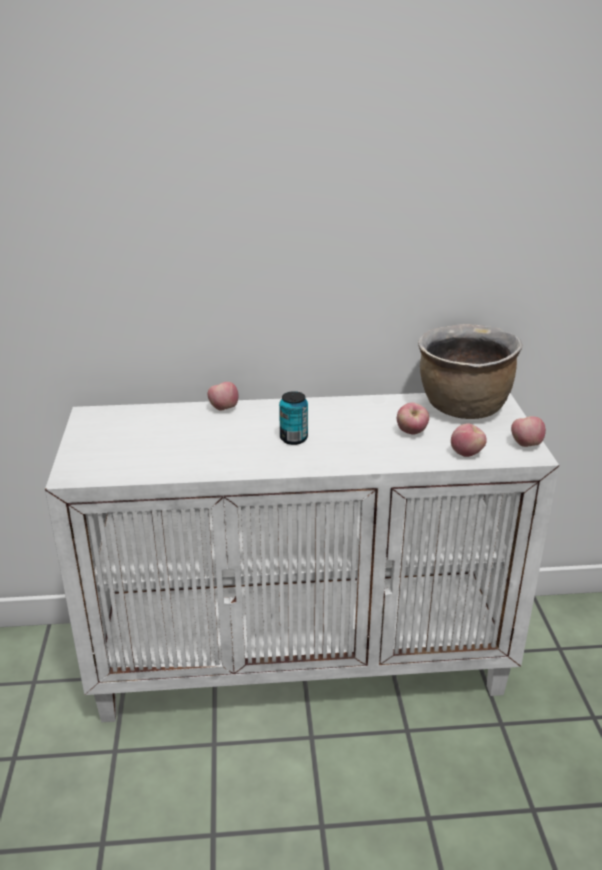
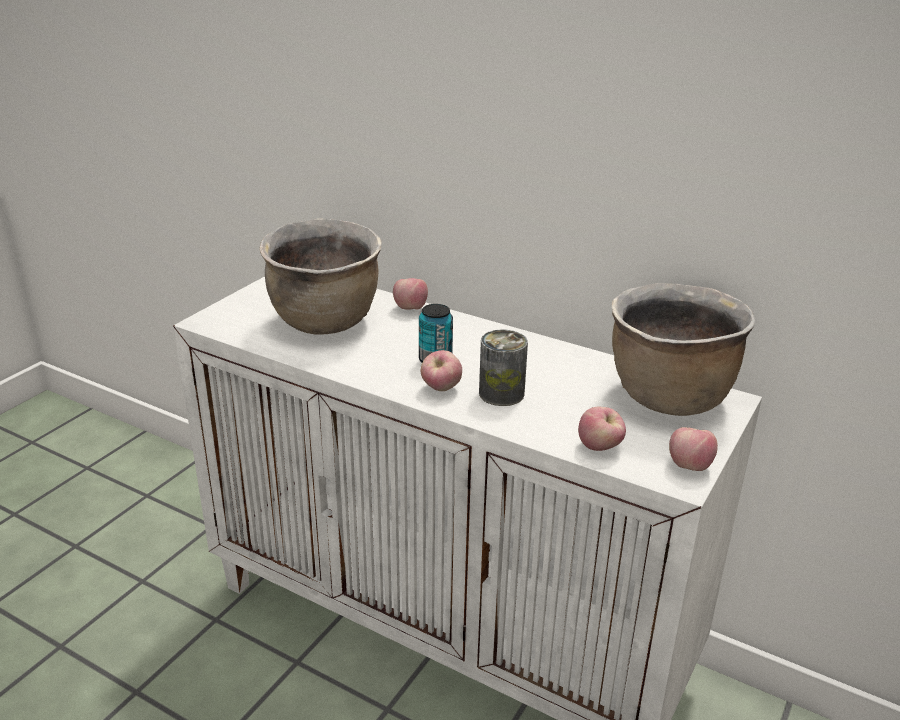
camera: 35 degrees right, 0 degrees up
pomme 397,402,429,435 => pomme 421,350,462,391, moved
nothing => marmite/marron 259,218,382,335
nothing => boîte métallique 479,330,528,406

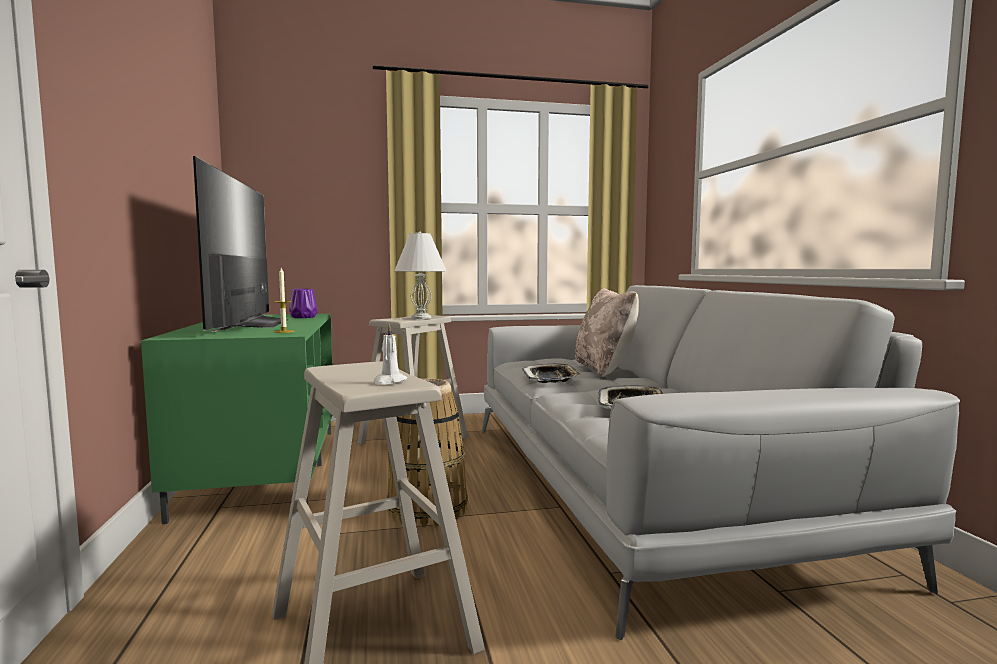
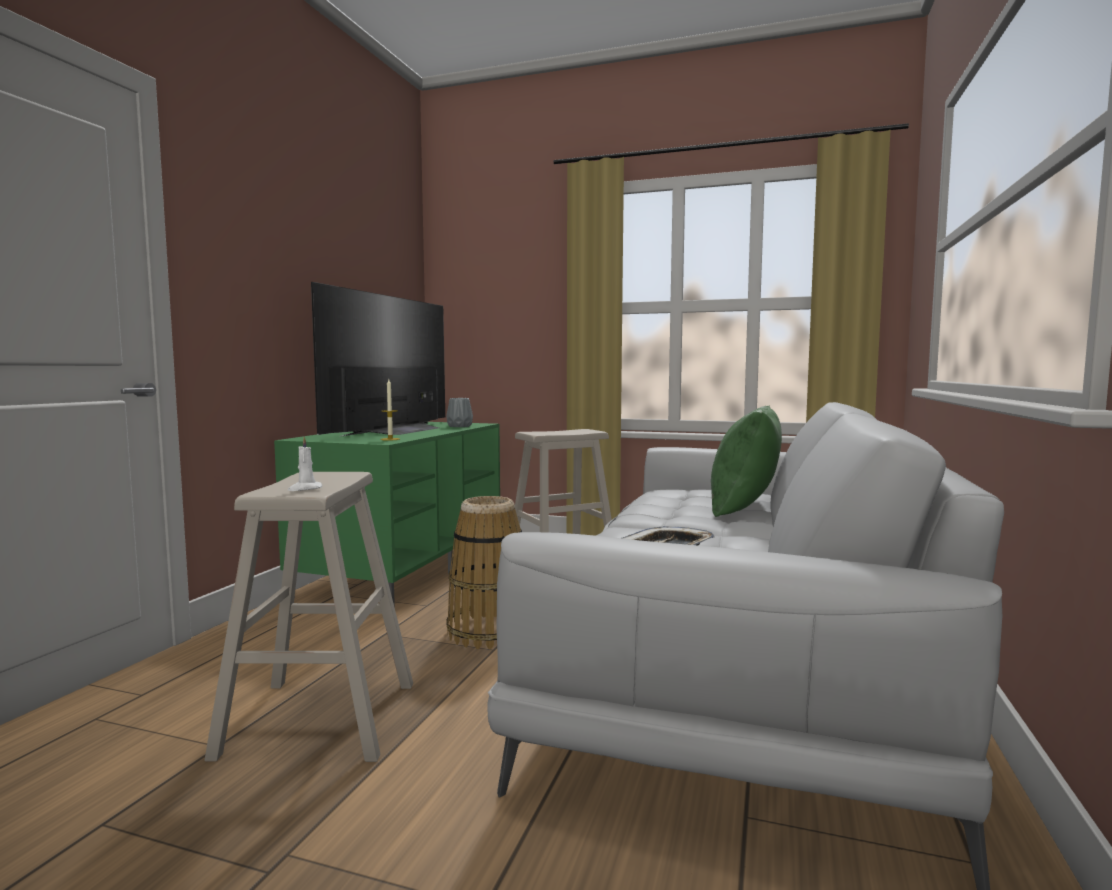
camera: 30 degrees right, 0 degrees up
lampe de table/blanc 394,232,447,319 => nothing
coussin/beige 575,288,639,377 => coussin/vert 711,406,782,517
vase/violet 289,289,317,318 => vase/gris 446,398,473,427
plateau 522,364,581,383 => nothing

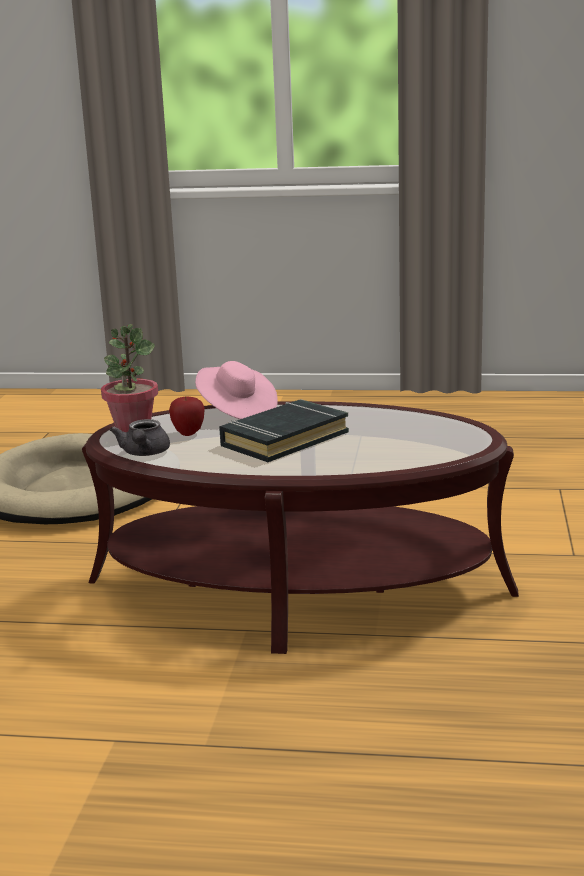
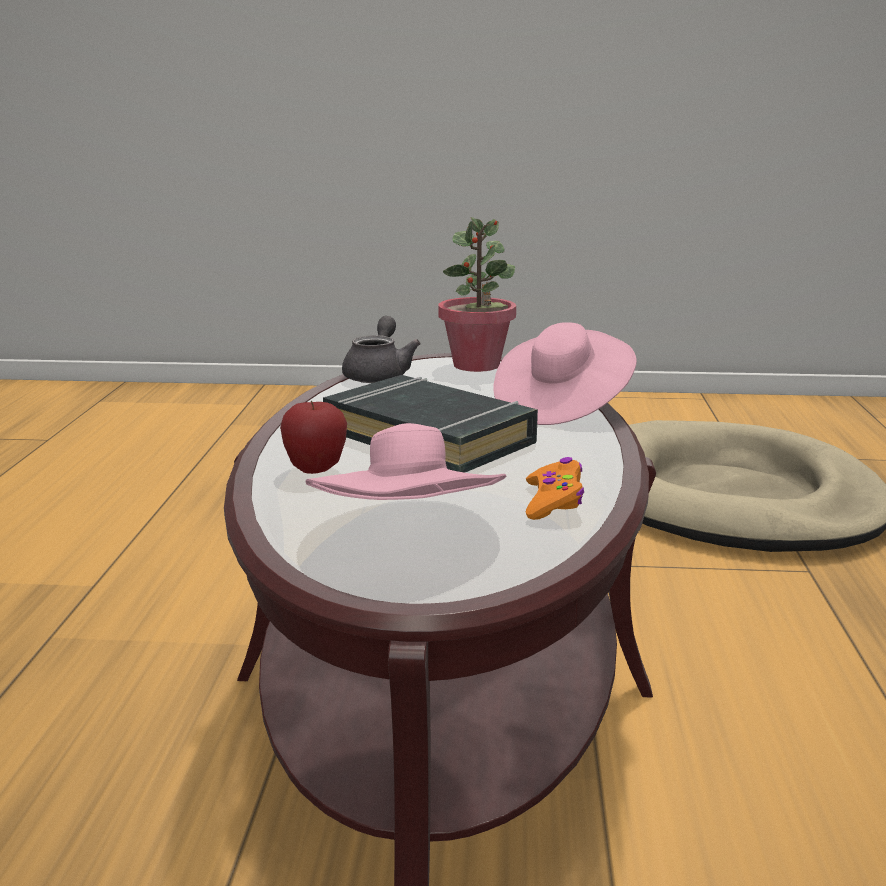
camera: 85 degrees right, 0 degrees up
pomme 169,396,205,436 => pomme 280,400,347,474, moved
théière/gris 110,419,170,456 => théière/gris 342,316,421,383, 105 degrees clockwise
nothing => chapeau/rose 306,423,506,500
nothing => manette/orange 526,457,584,520

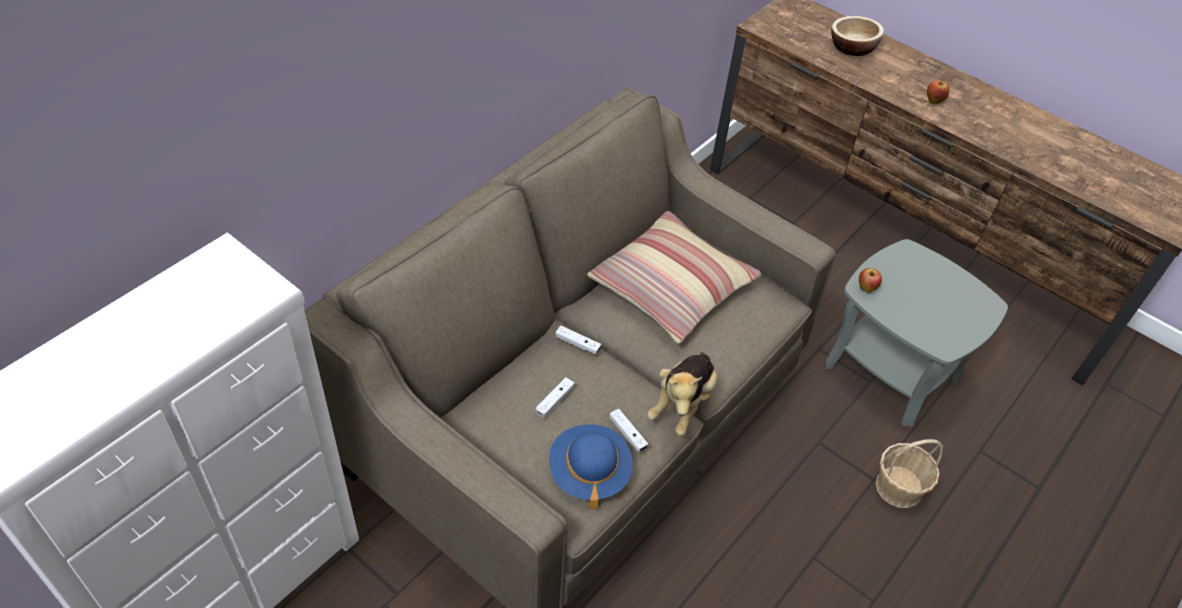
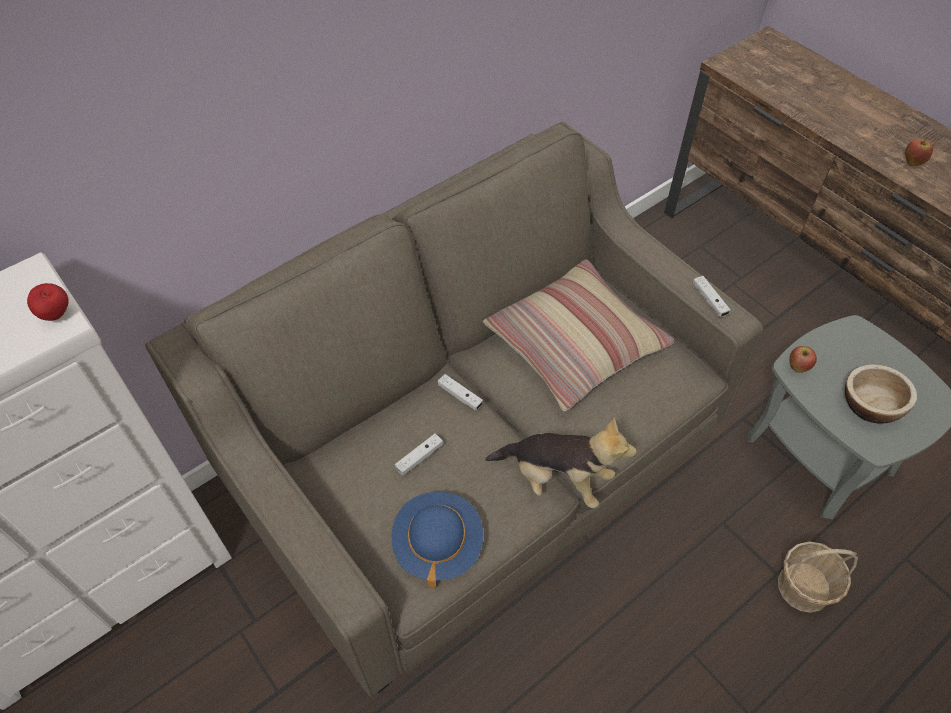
camera: 15 degrees right, 5 degrees up
bol 831,16,884,56 => bol 845,364,917,424, moved
peluche 647,352,717,436 => peluche 485,418,636,508, 105 degrees counterclockwise
manette/blanc 609,409,648,452 => manette/blanc 693,276,730,317, moved
nothing => pomme 27,283,69,321

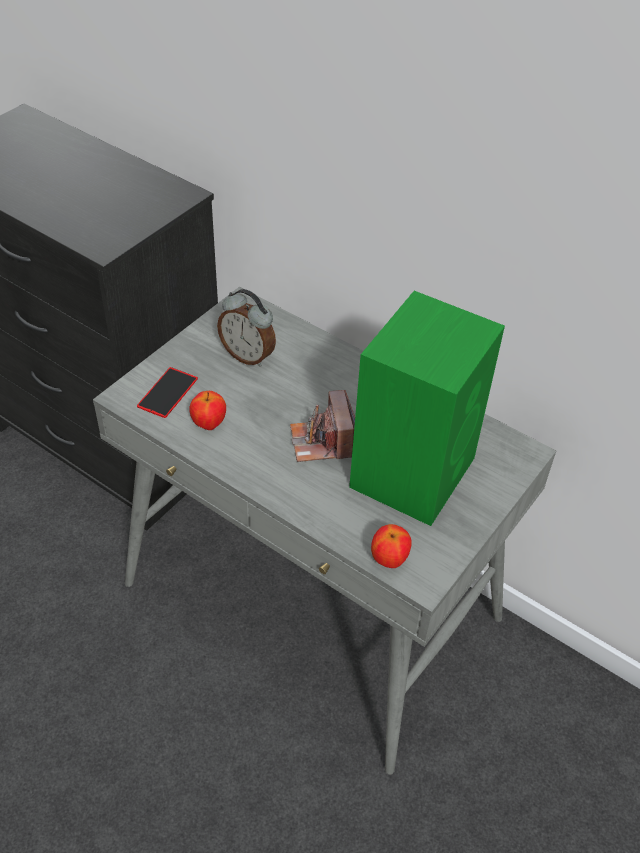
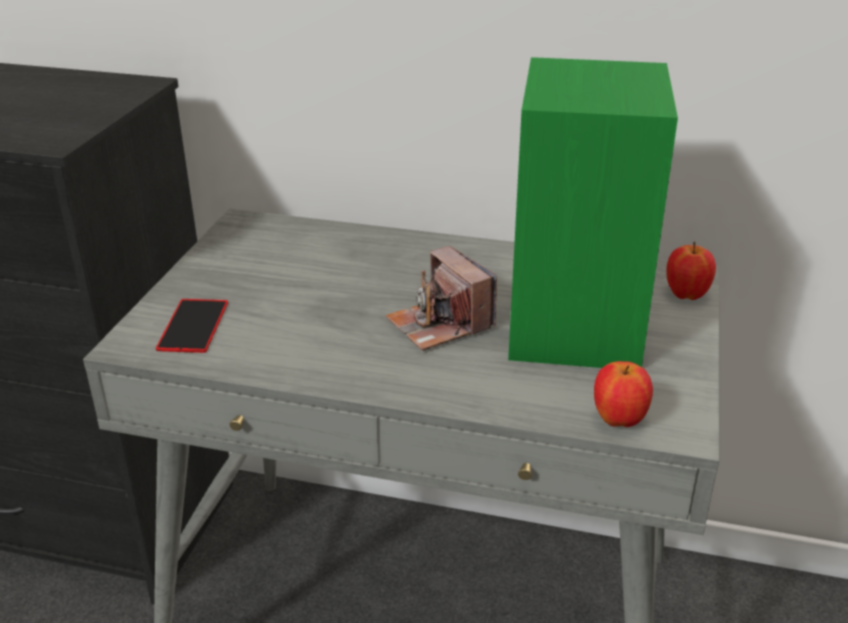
camera: 20 degrees left, 15 degrees down
réveil 217,289,276,367 => nothing
pomme 189,391,226,430 => pomme 666,242,716,300, moved

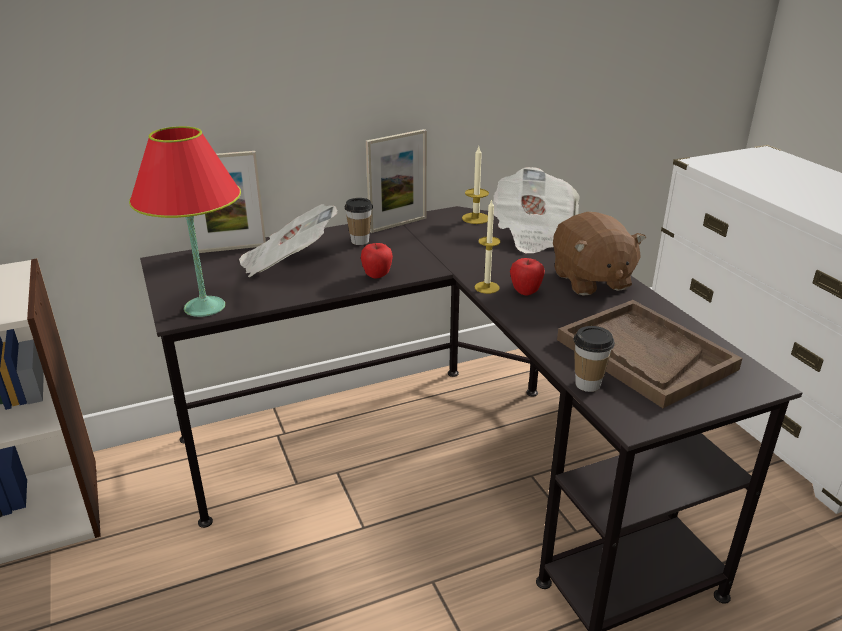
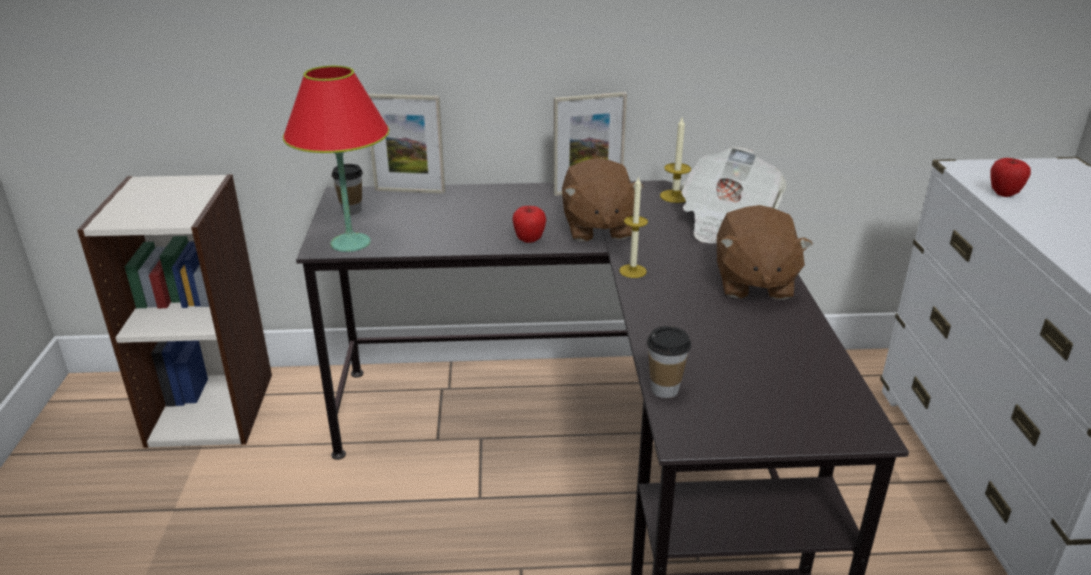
camera: 20 degrees right, 0 degrees up
tasse 344,198,373,245 => tasse 332,164,363,215, moved
journal 239,204,337,277 => nothing
pomme 510,258,545,296 => pomme 991,158,1031,197, moved
plateau/marron 557,300,742,408 => nothing
nothing => peluche/marron 562,158,644,242

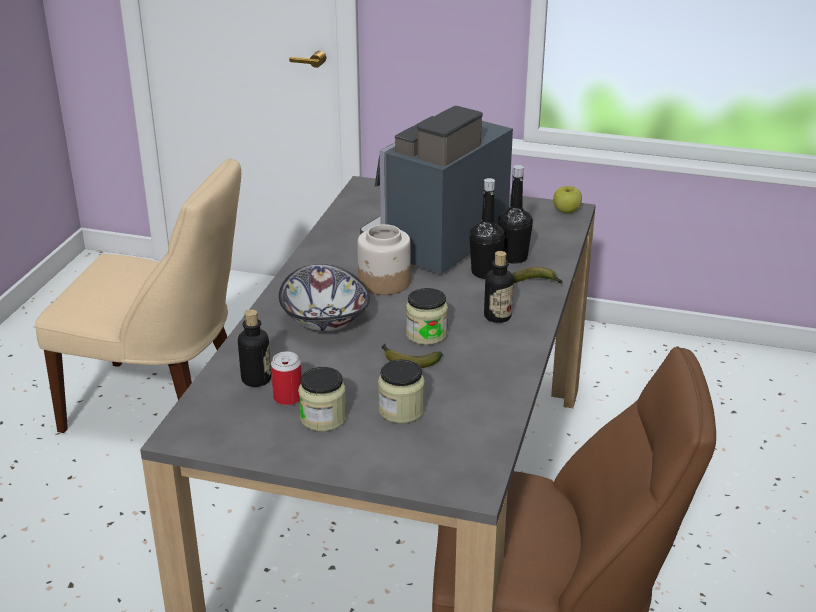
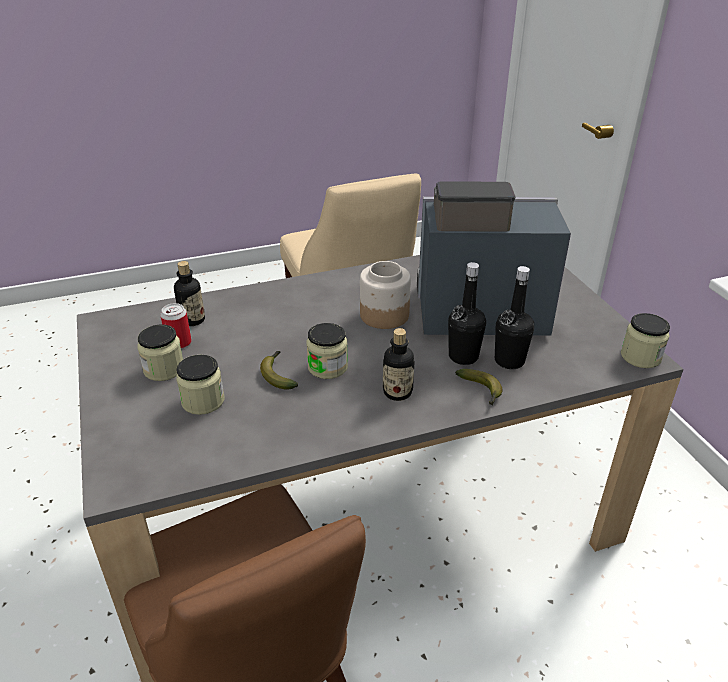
camera: 55 degrees right, 5 degrees up
pomme 553,186,582,213 => bocal 621,313,670,368
bol 279,264,370,332 => nothing

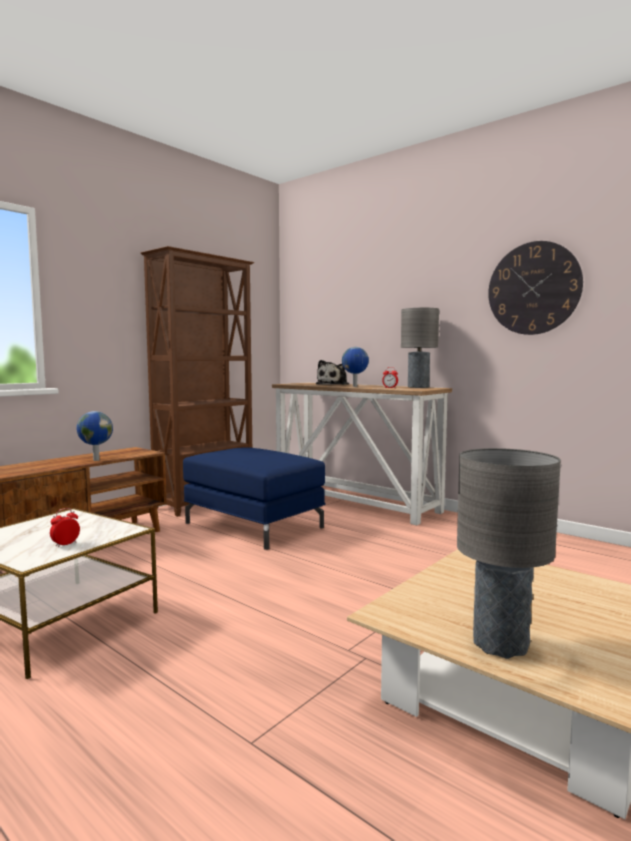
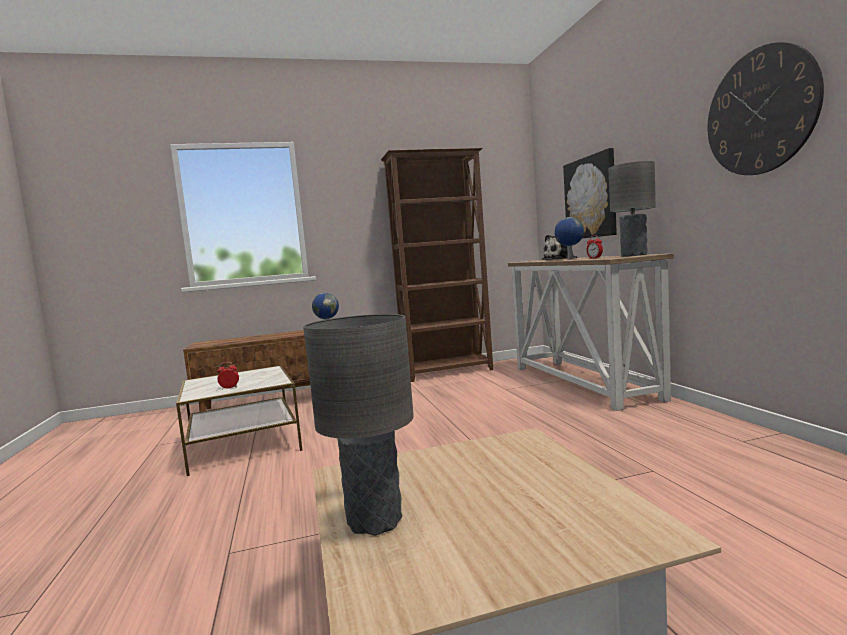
camera: 35 degrees right, 0 degrees up
pouf/bleu 183,447,326,550 => nothing
nothing => tableau 563,148,617,239

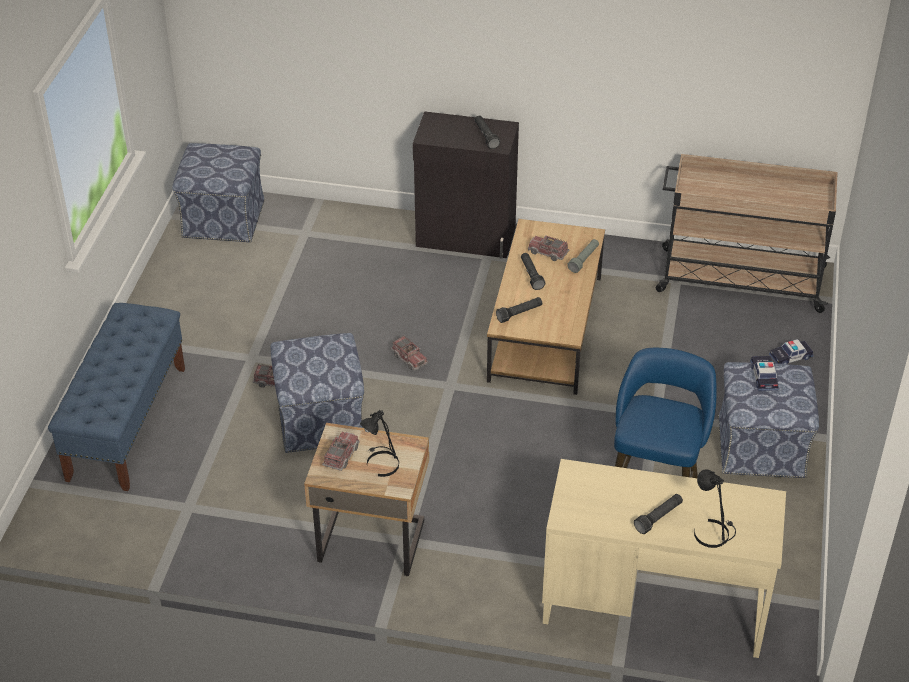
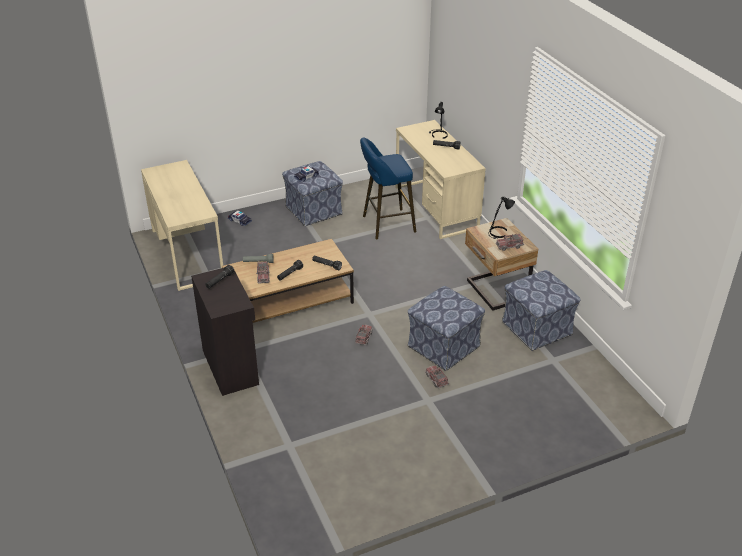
camera: 125 degrees left, 5 degrees down
pouf 172,143,265,243 => pouf 502,270,581,351, moved
chariot/beige 656,154,838,313 => bureau/beige 141,160,223,291
banc/bleu 48,303,185,491 => nothing

